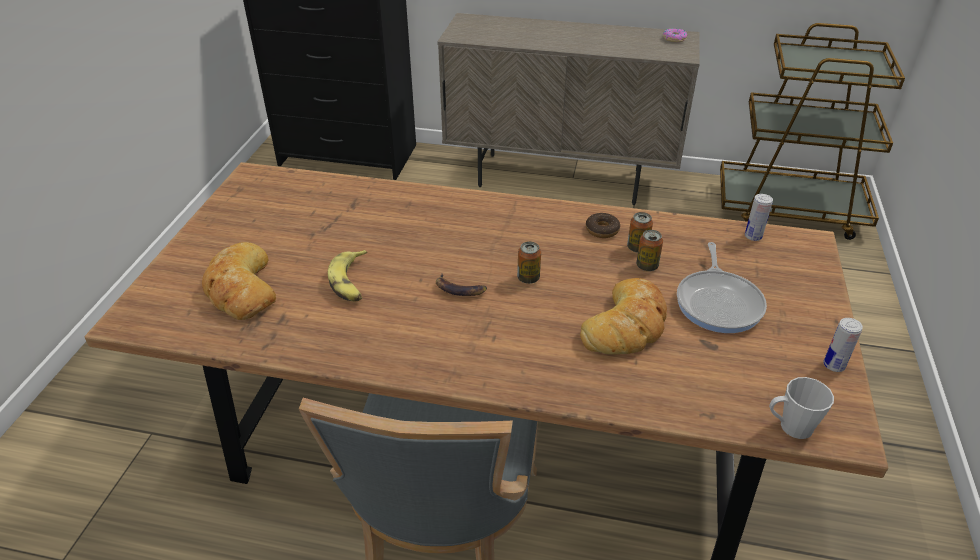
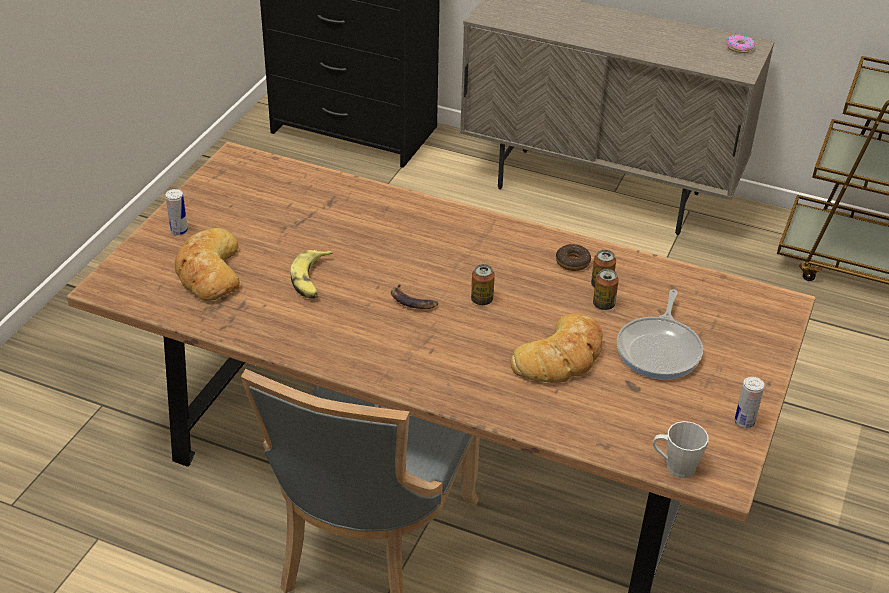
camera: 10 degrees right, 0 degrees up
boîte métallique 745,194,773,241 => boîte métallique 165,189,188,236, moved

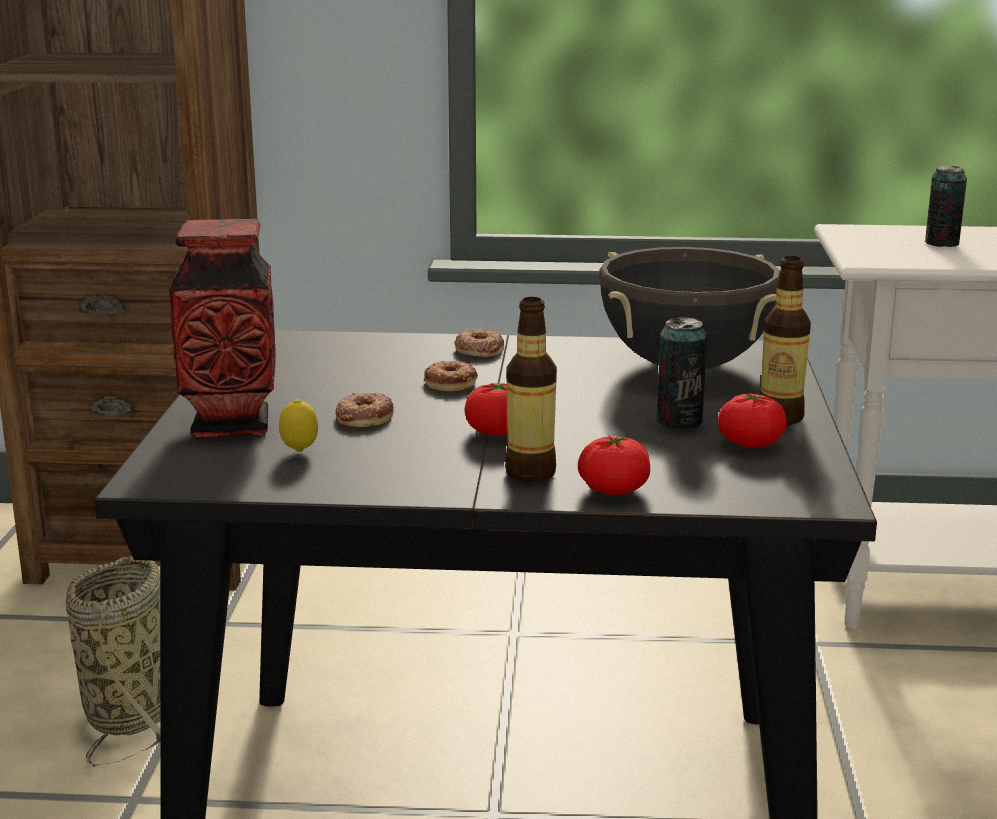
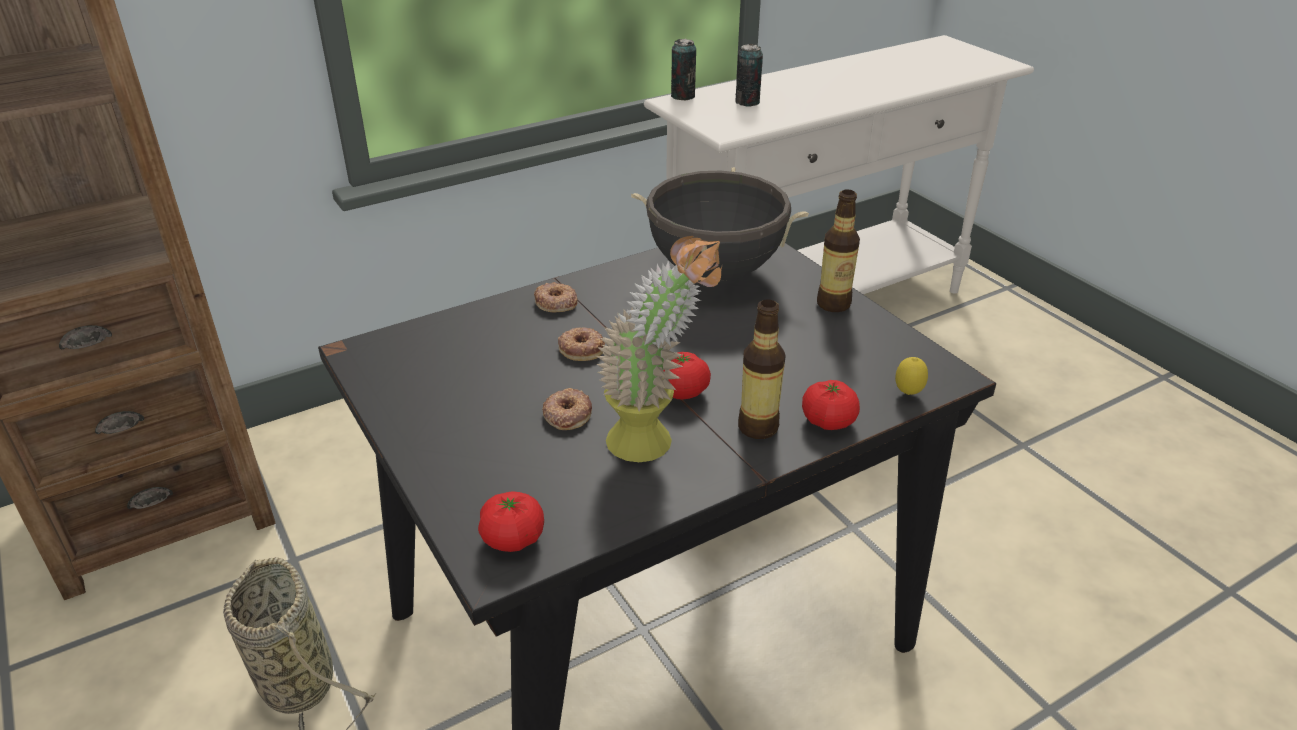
camera: 35 degrees left, 15 degrees up
vase 169,219,276,437 => nothing
boîte métallique 657,317,707,430 => boîte métallique 671,39,696,100, moved
tomate 718,394,787,448 => tomate 478,491,544,552, moved
citron 279,399,318,452 => citron 895,357,928,395, moved
nothing => plante en pot 596,236,722,462

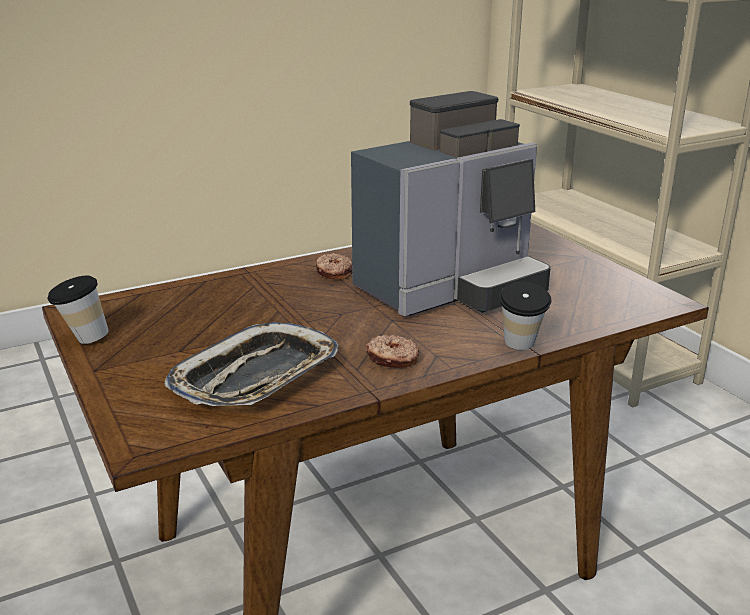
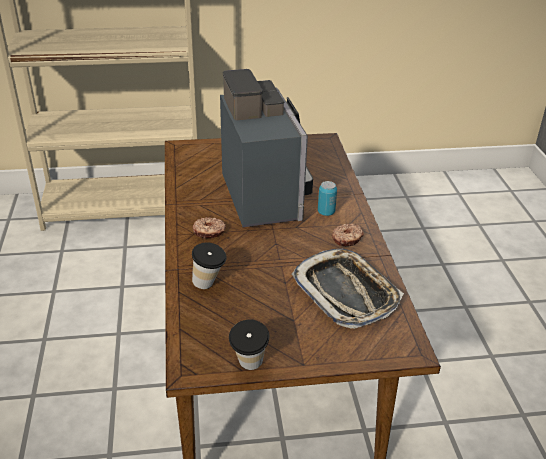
camera: 70 degrees left, 10 degrees up
tasse 499,281,551,350 => tasse 192,242,227,289, moved
nothing => boîte métallique 318,181,337,216

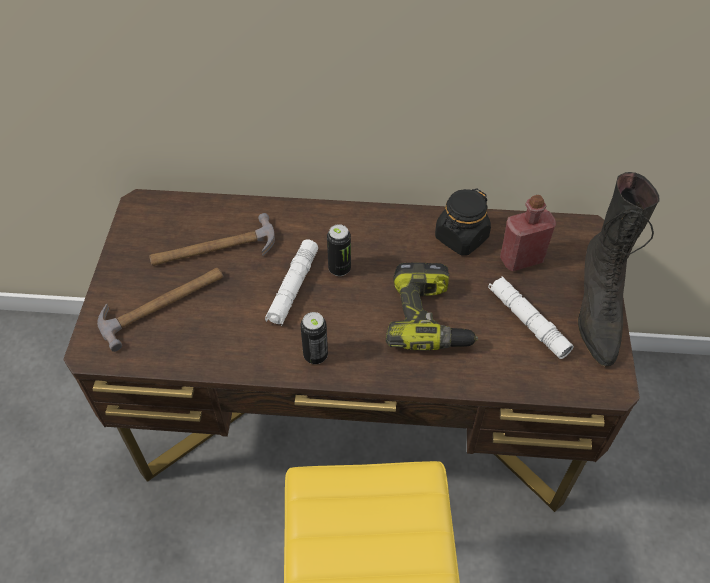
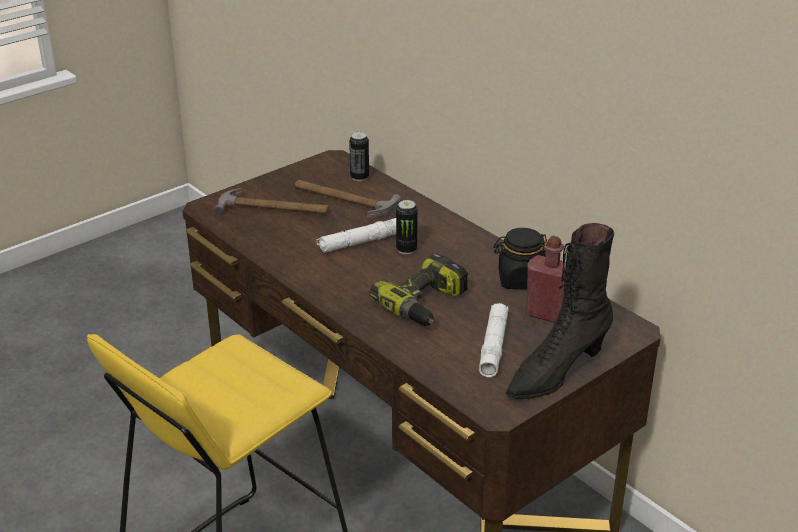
camera: 45 degrees right, 20 degrees down
boîte métallique 300,312,328,364 => boîte métallique 349,132,369,181, moved

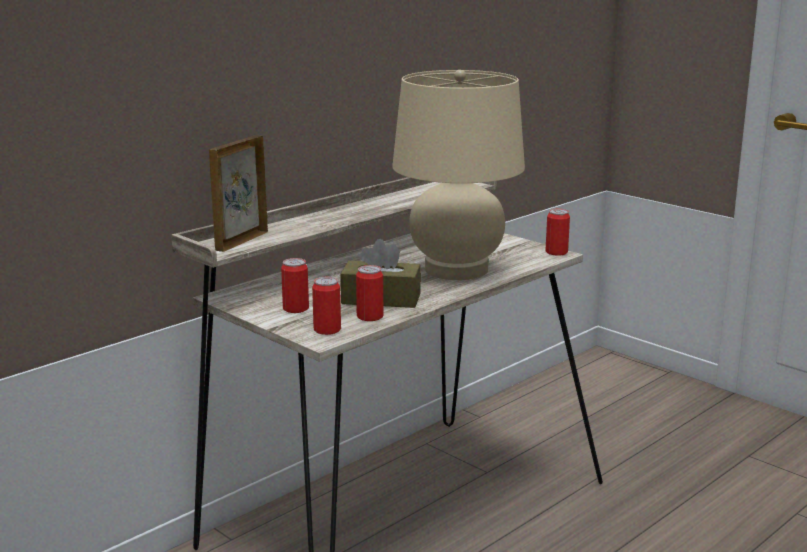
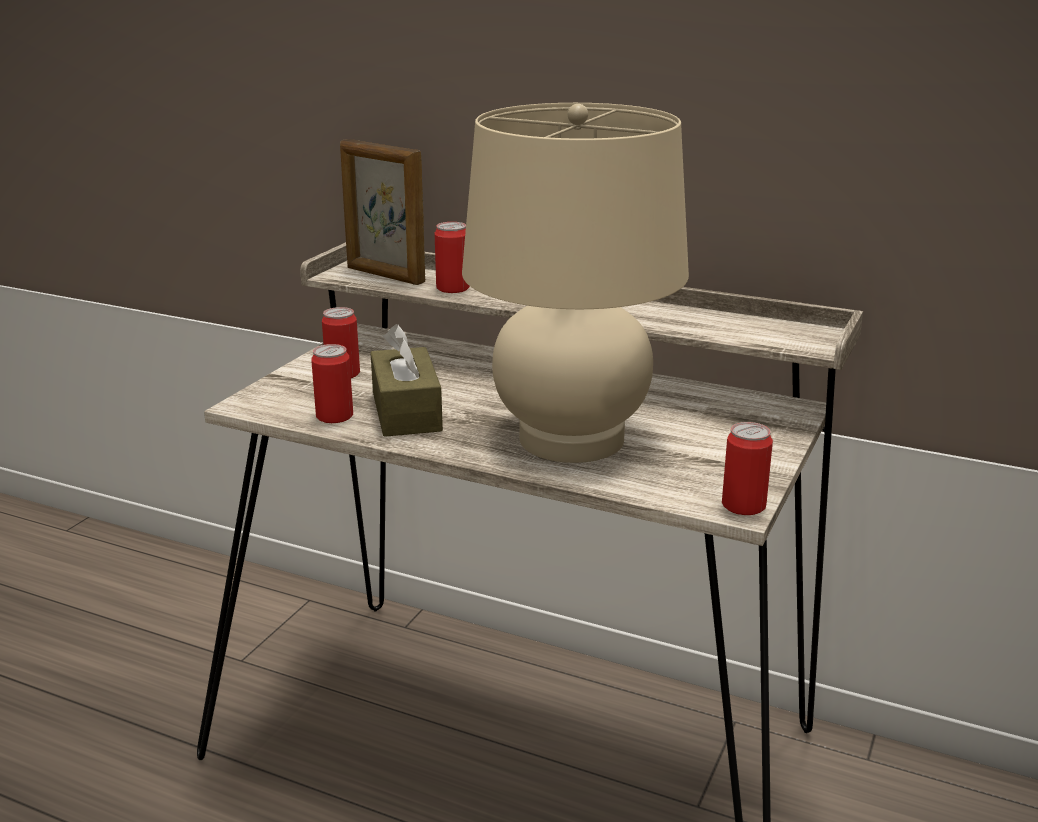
camera: 70 degrees right, 5 degrees up
cadre photo 209,135,268,252 => cadre photo 340,139,426,285, 150 degrees counterclockwise
boîte métallique 312,277,341,335 => boîte métallique 435,222,470,293, moved

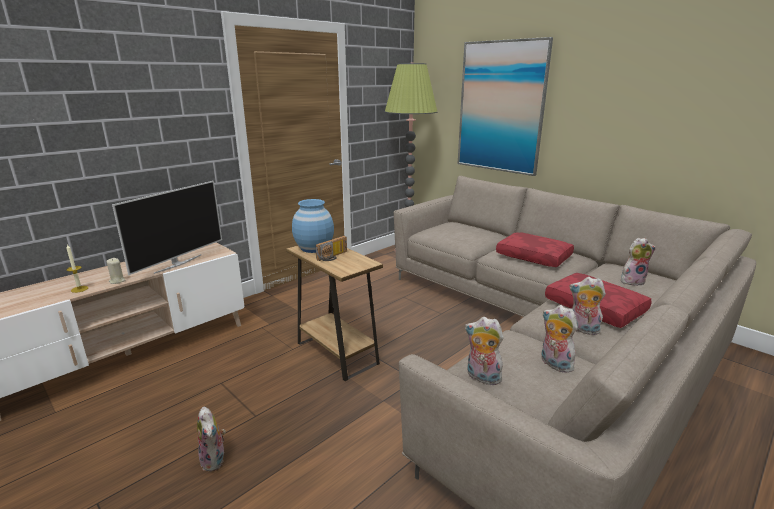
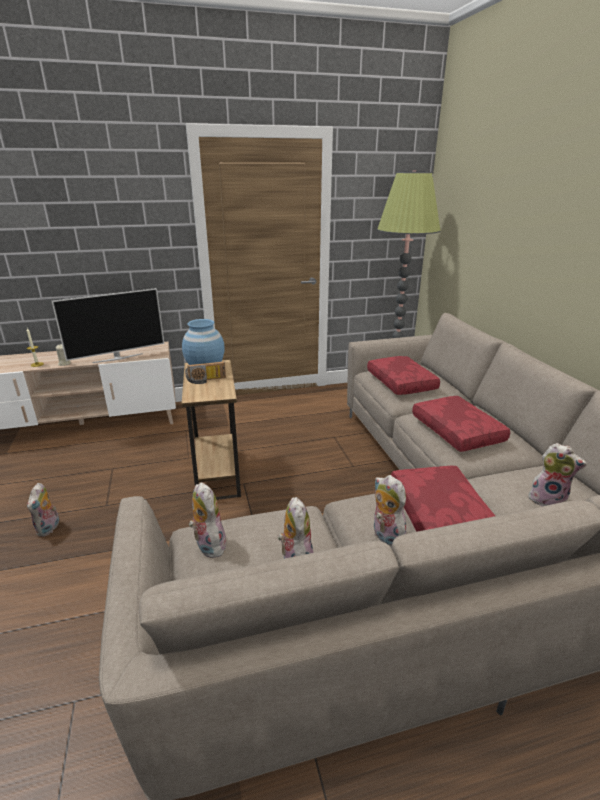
camera: 30 degrees right, 5 degrees up
tableau 458,37,553,176 => nothing
nothing => coussin/rouge 367,356,440,395

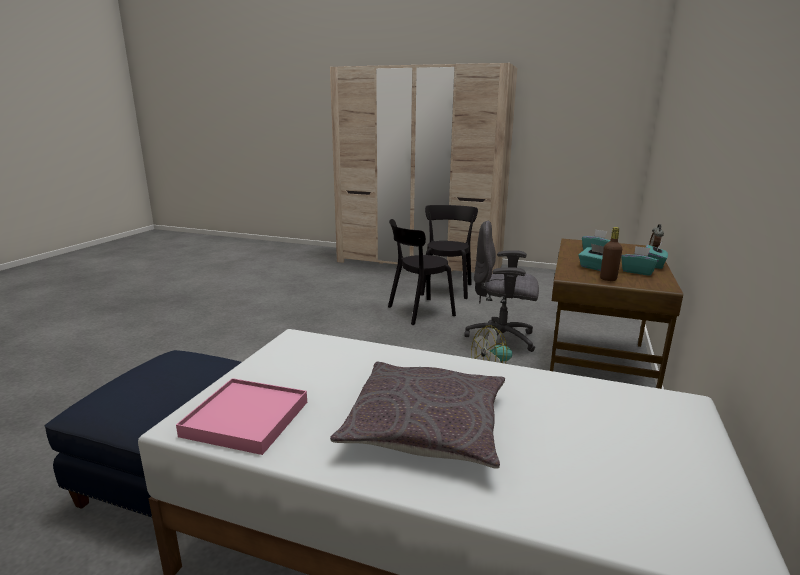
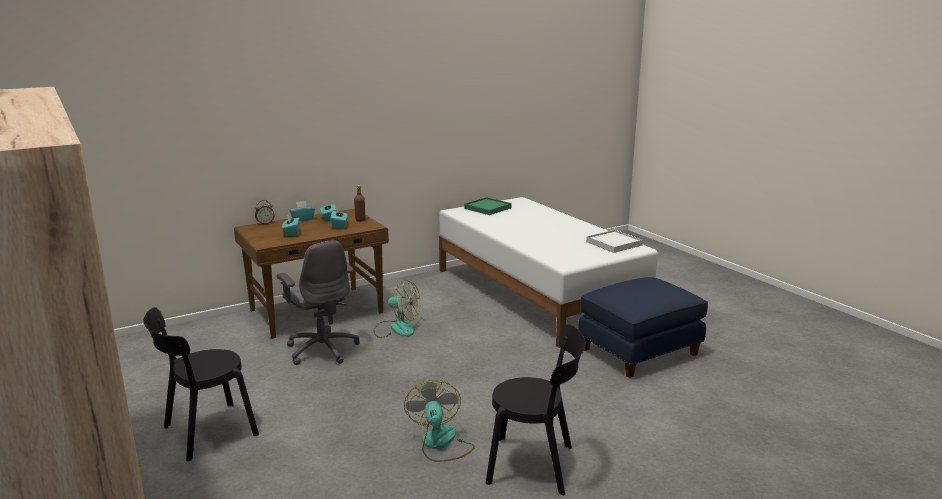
camera: 140 degrees left, 0 degrees up
chaise/noir 388,219,456,325 => chaise/noir 486,324,586,495, moved
coussin/gris 330,362,505,469 => nothing
plateau/rose 176,378,307,455 => plateau/blanc 586,230,643,253
nothing => plateau/vert 464,197,512,215
nothing => ventilateur 404,379,475,462

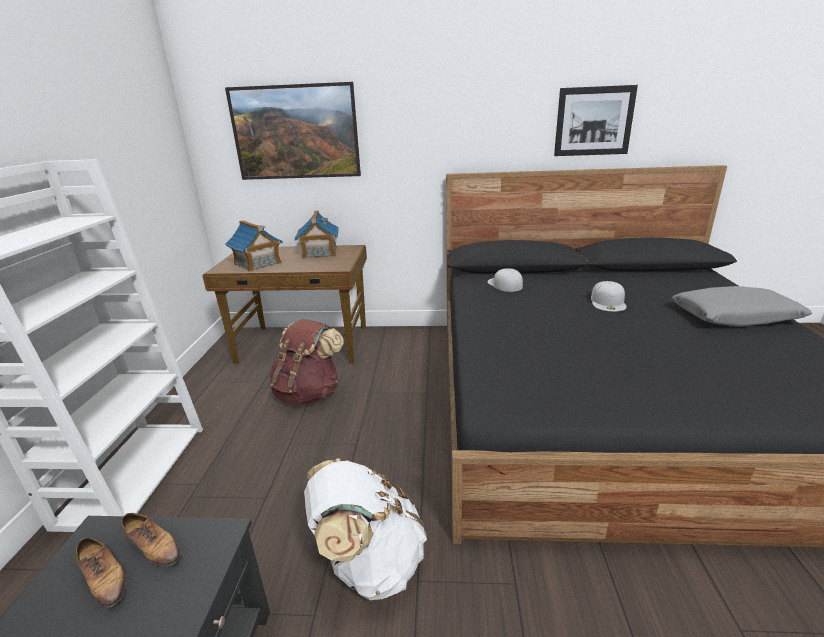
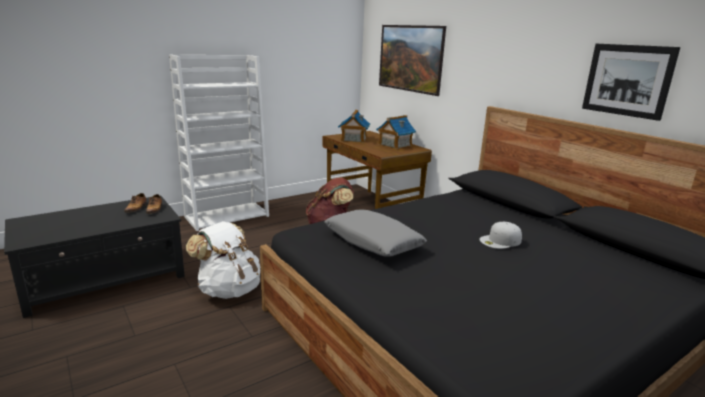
camera: 50 degrees right, 5 degrees down
casquette/blanc 487,268,523,292 => nothing
coussin/gris 672,286,813,327 => coussin/gris 324,210,427,257, moved

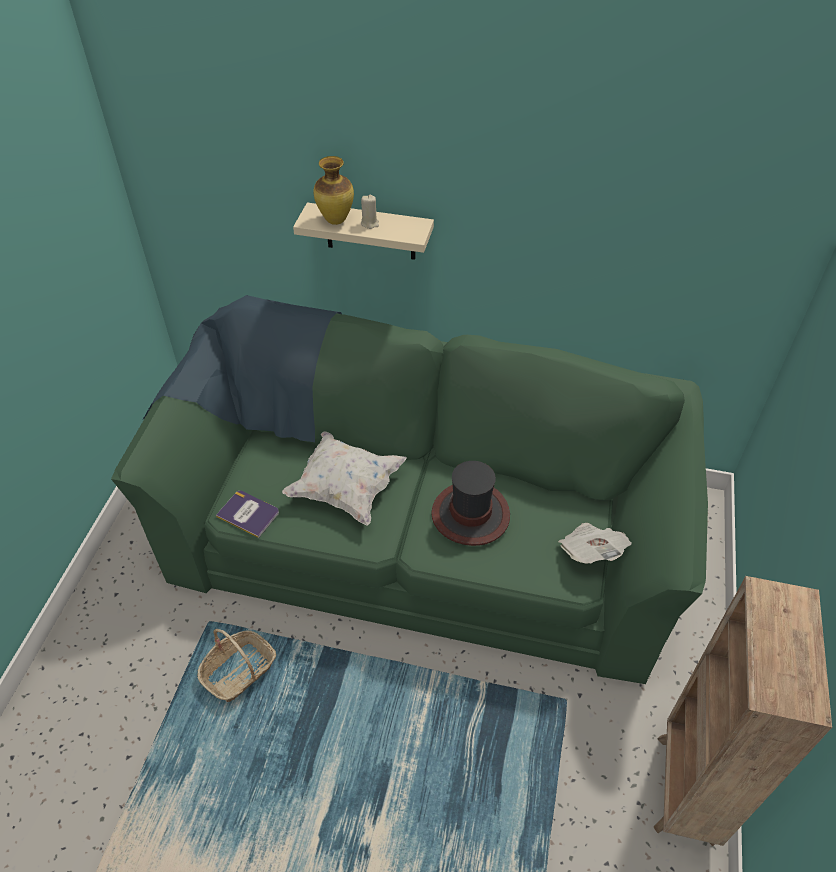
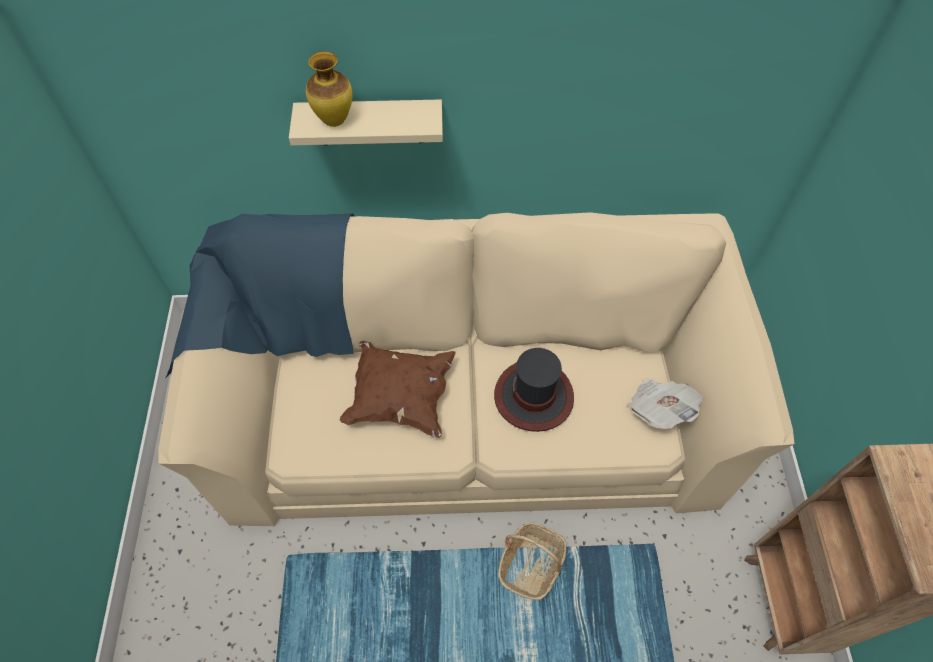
camera: 15 degrees left, 10 degrees up
bougie/beige 361,195,379,229 => nothing
canapé/vert 111,295,708,684 => canapé/beige 158,212,794,526
coussin/blanc 282,432,407,526 => coussin/marron 340,341,456,438
livre 216,491,279,538 => nothing
panier 197,629,276,702 => panier 498,522,567,600, moved

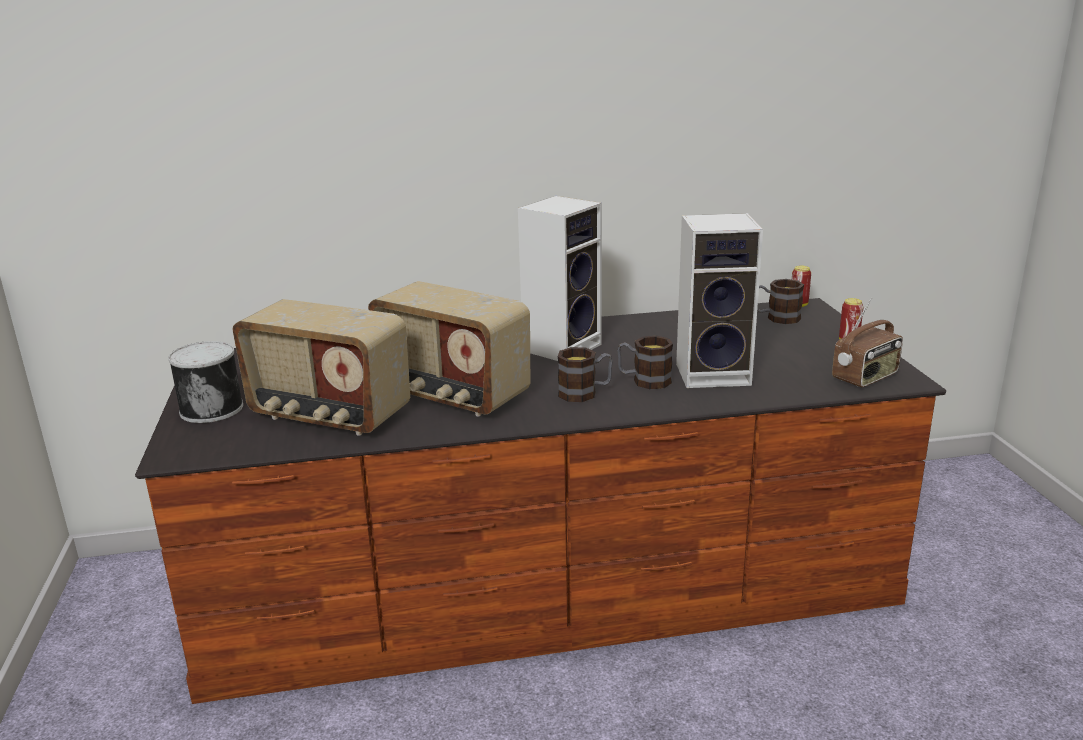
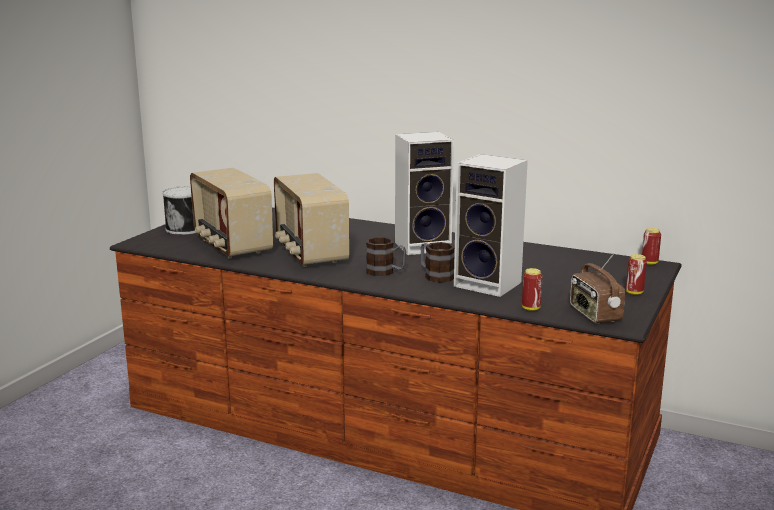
camera: 35 degrees right, 5 degrees down
mug 757,279,804,324 => nothing
radio 832,297,903,387 => radio 570,252,625,323, 75 degrees clockwise
nothing => boîte métallique 522,268,543,311

